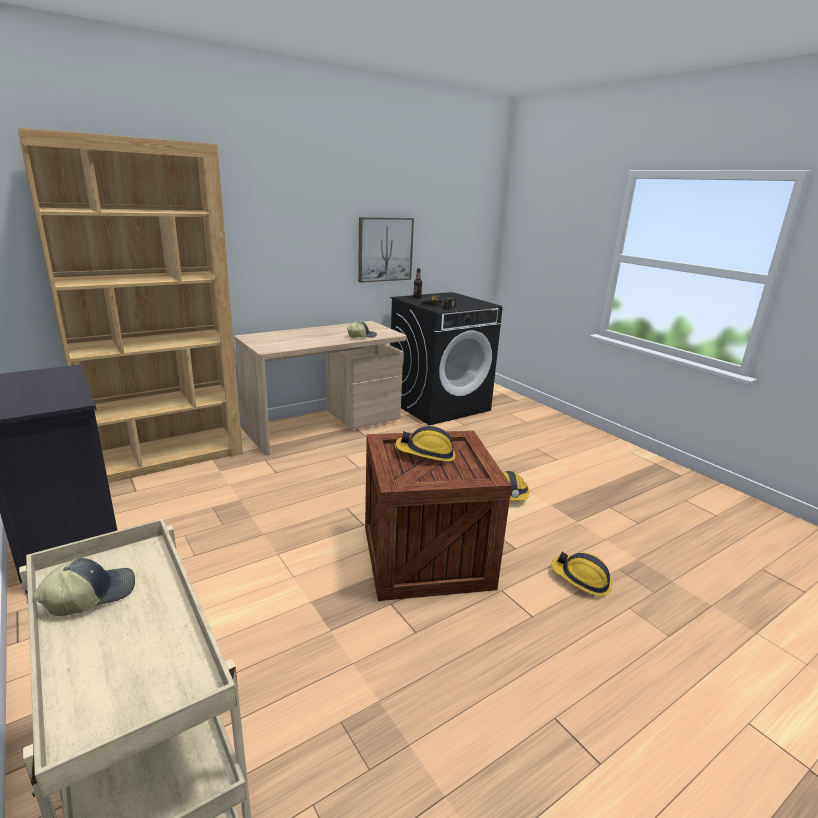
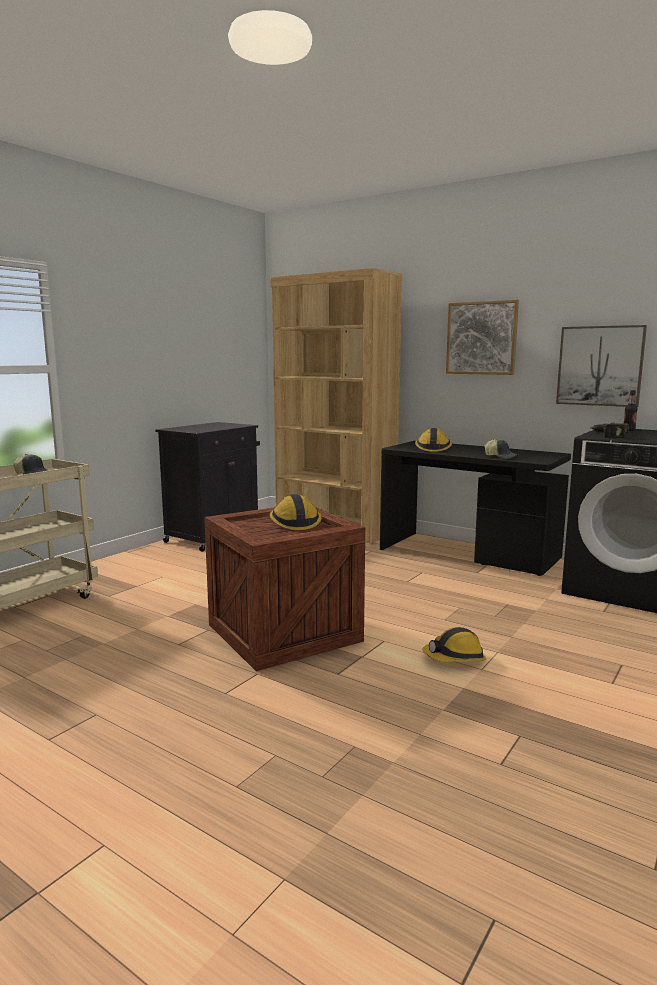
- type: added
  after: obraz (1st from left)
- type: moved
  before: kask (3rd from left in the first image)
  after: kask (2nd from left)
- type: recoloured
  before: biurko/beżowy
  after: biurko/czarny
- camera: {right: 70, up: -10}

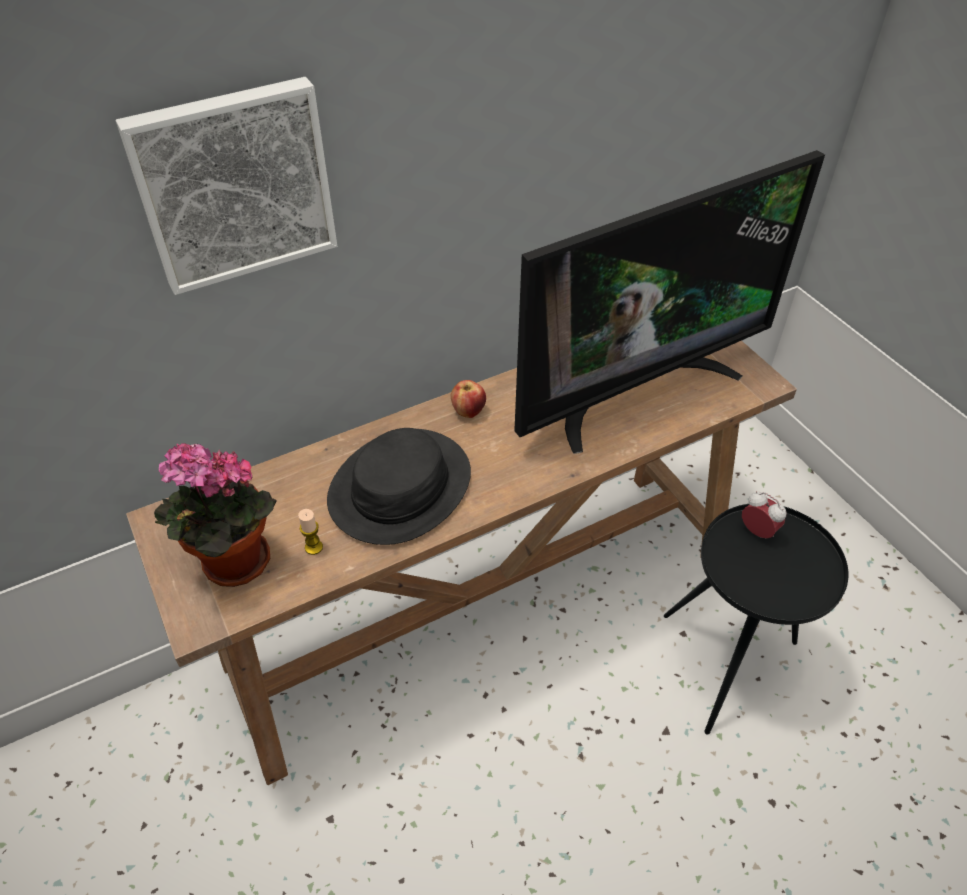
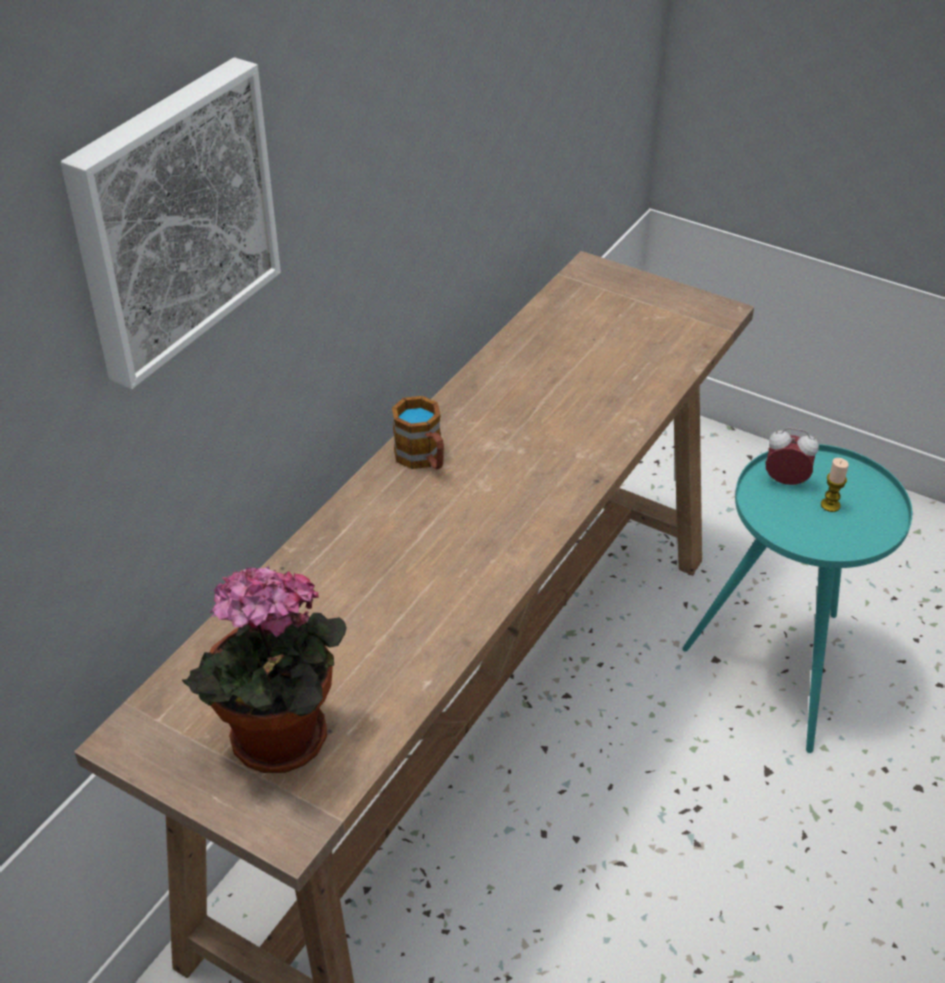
- type: removed
  before: kapelusz/czarny
- type: removed
  before: telewizor
- type: moved
  before: świeca
- type: replaced
  before: jabłko
  after: kubek
- type: recoloured
  before: stolik/czarny
  after: stolik/turkusowy
- camera: {right: -30, up: -5}

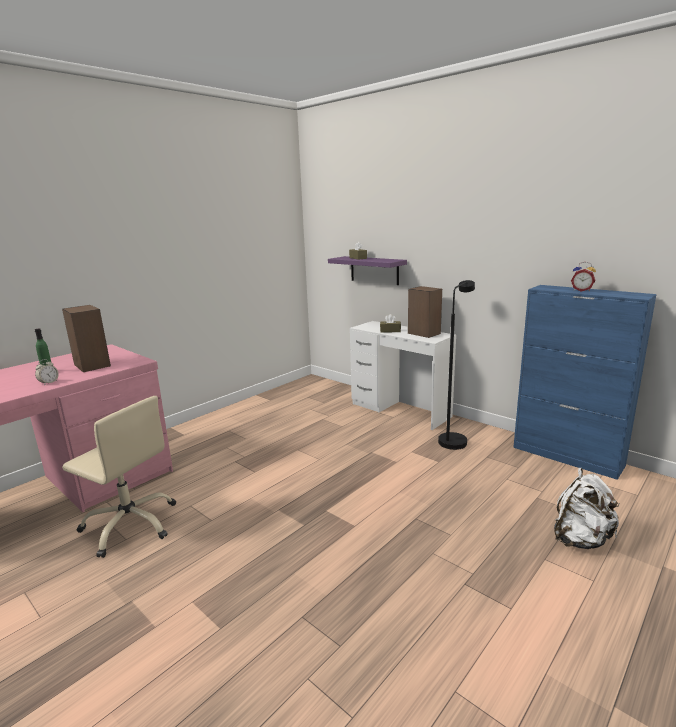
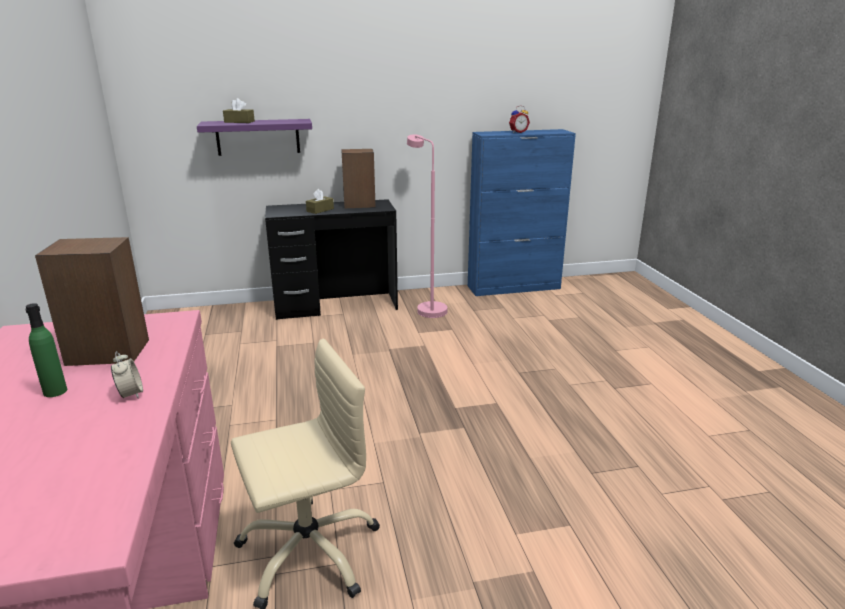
- type: removed
  before: plecak/biały
- type: recoloured
  before: biurko/biały
  after: biurko/czarny
- type: recoloured
  before: lampa stojąca/czarny
  after: lampa stojąca/różowy
- camera: {right: -55, up: 5}

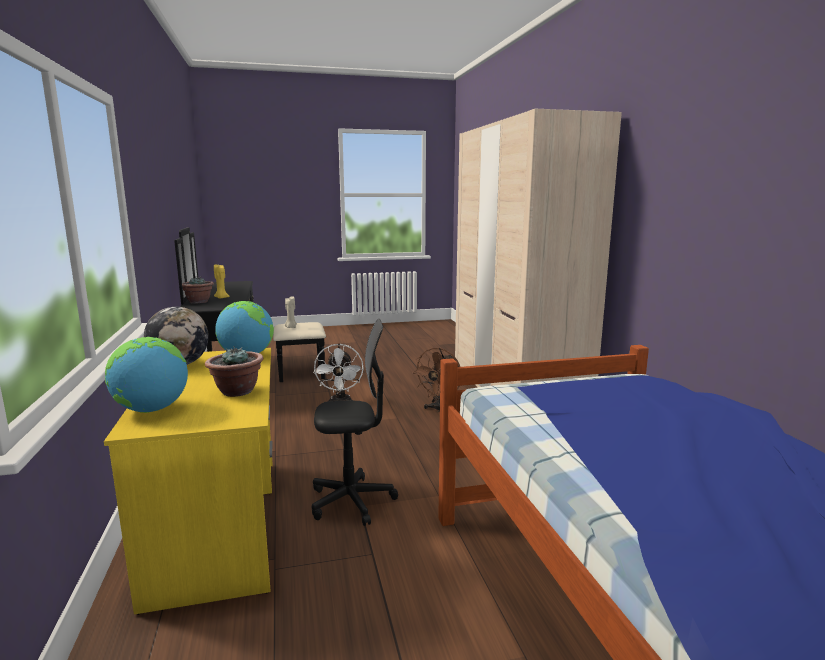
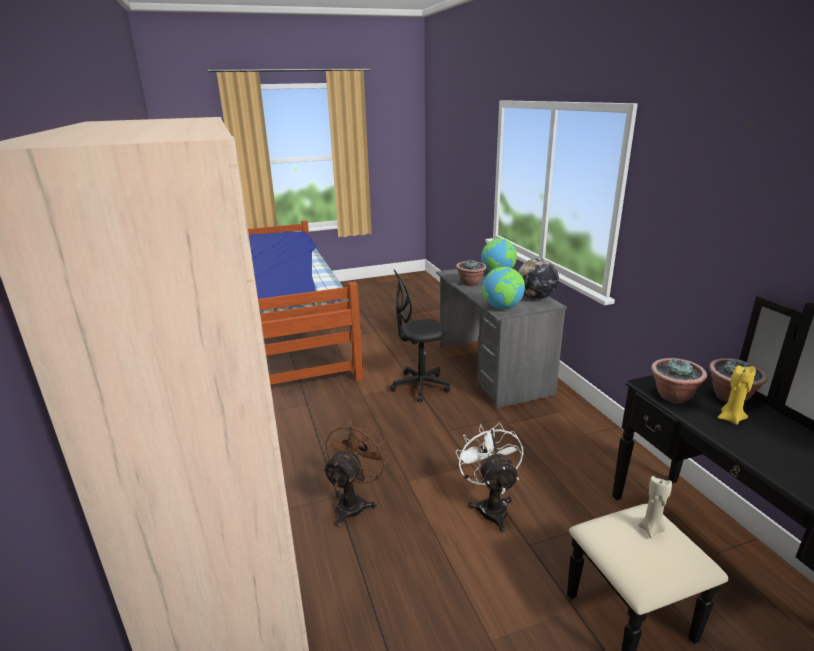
- type: added
  after: roślina doniczkowa (2nd from left)
- type: recoloured
  before: biurko/żółty
  after: biurko/szary
- camera: {right: 175, up: 10}

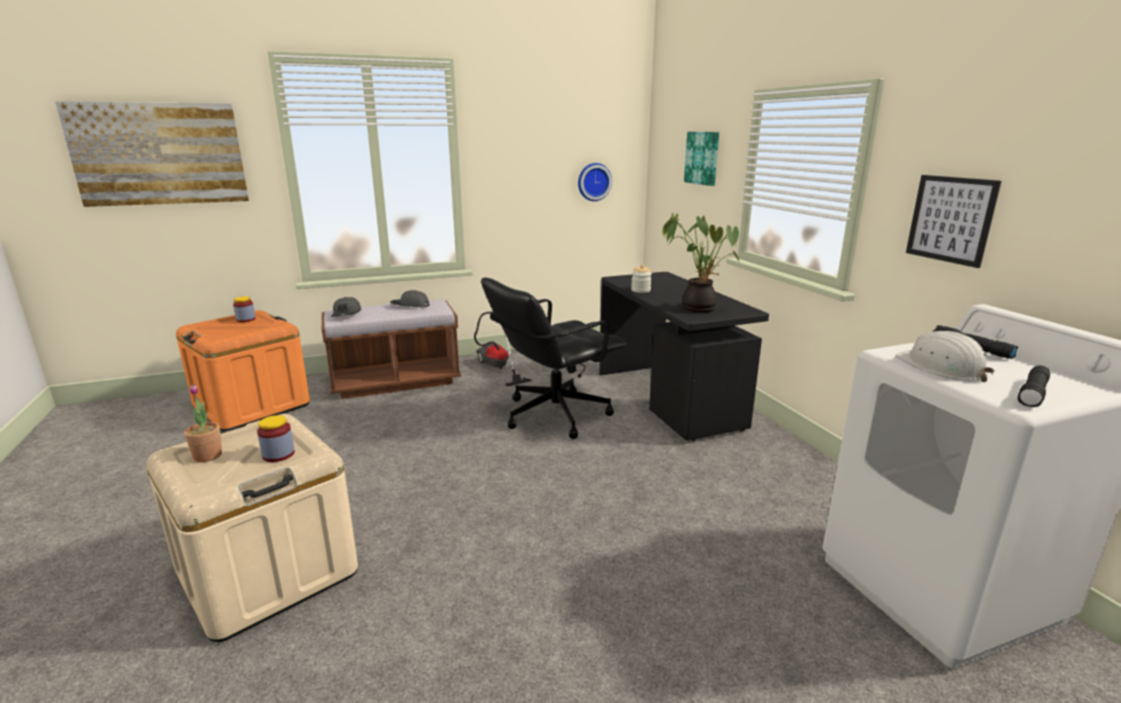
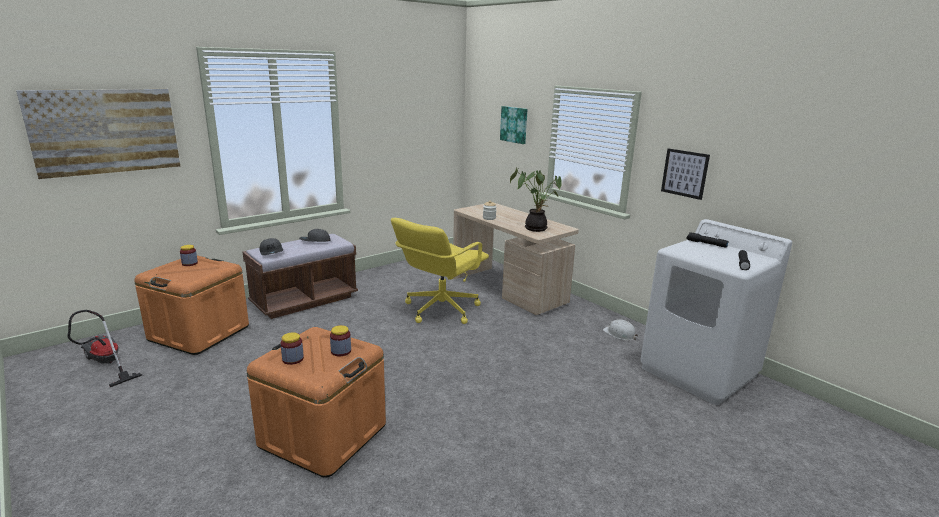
- type: removed
  before: zegar ścienny
- type: moved
  before: odkurzacz
- type: moved
  before: kask/biały
- type: replaced
  before: roślina doniczkowa (1st from left)
  after: słoik (2nd from left)
- type: recoloured
  before: pojemnik do przechowywania/beżowy
  after: pojemnik do przechowywania/pomarańczowy (2nd from left)
- type: recoloured
  before: krzesło biurowe/czarny
  after: krzesło biurowe/żółty
- type: recoloured
  before: biurko/czarny
  after: biurko/beżowy
- camera: {right: -20, up: 0}

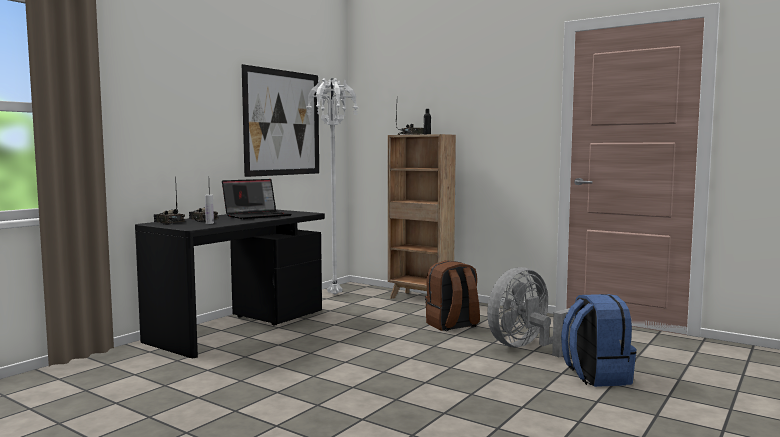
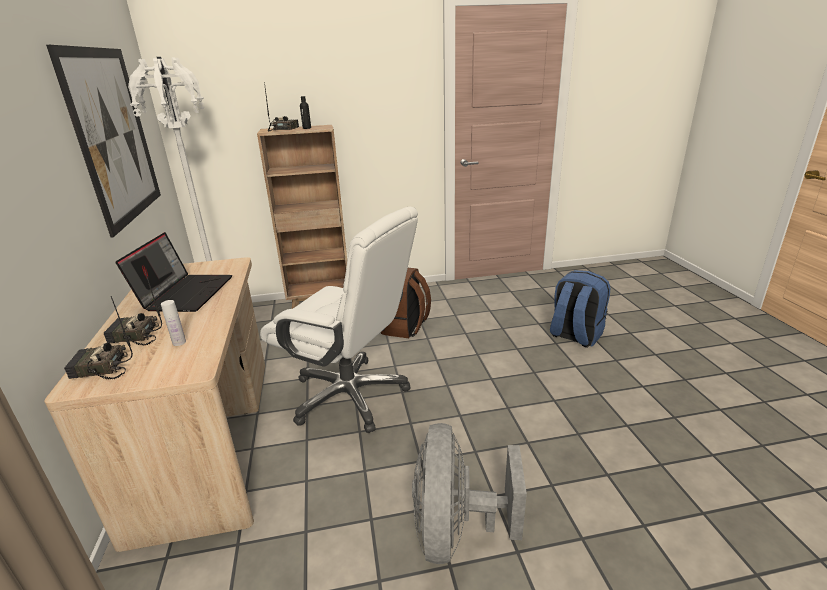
- type: added
  after: krzesło biurowe/biały
- type: moved
  before: wentylator/szary
- type: recoloured
  before: biurko/czarny
  after: biurko/beżowy
- camera: {right: -45, up: 20}

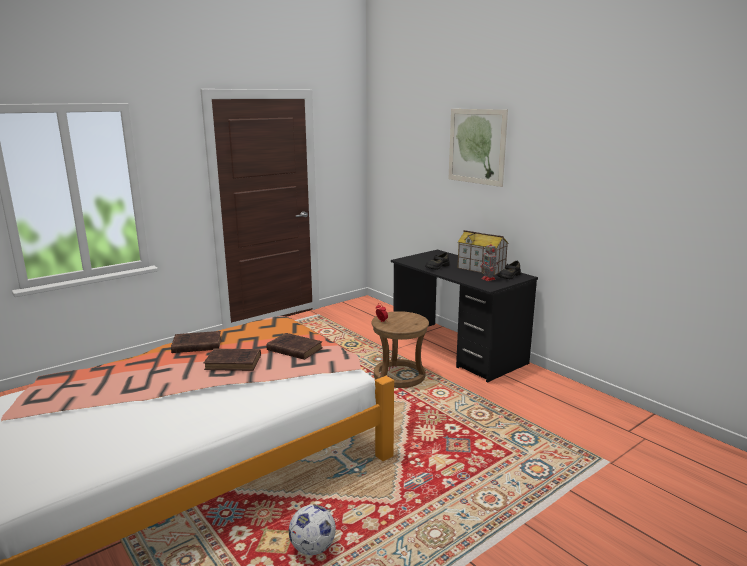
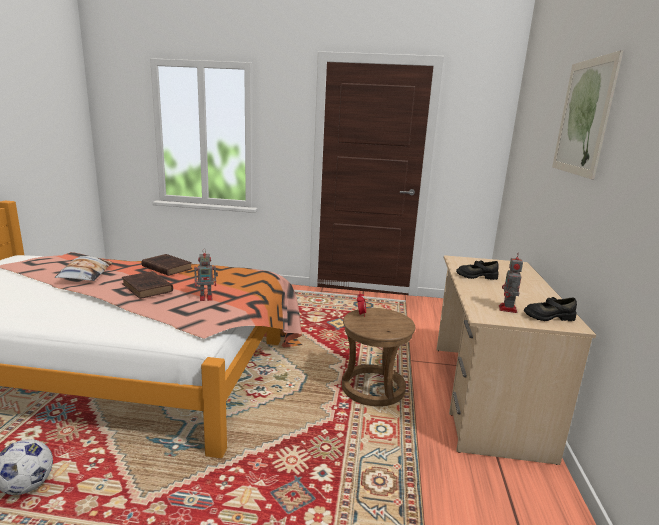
- type: removed
  before: domek
- type: added
  after: poduszka
- type: replaced
  before: książka/brązowy (3rd from left)
  after: robot zabawkowy (1st from left)
- type: recoloured
  before: biurko/czarny
  after: biurko/beżowy
- camera: {right: 45, up: 0}

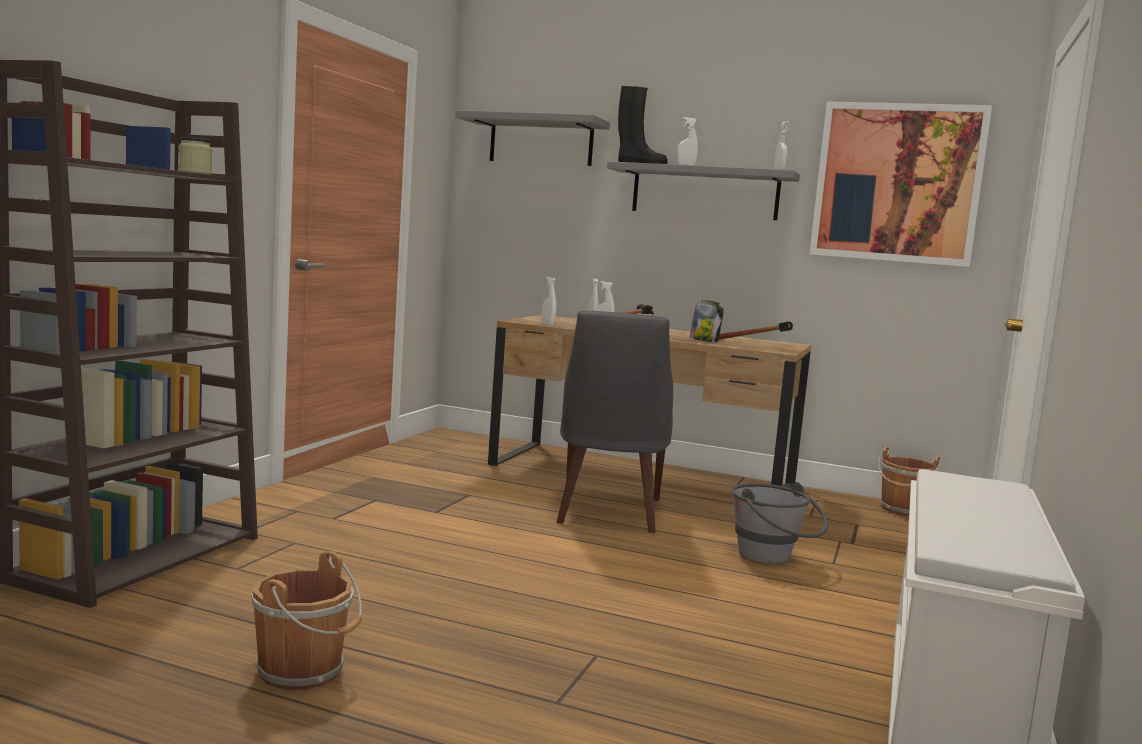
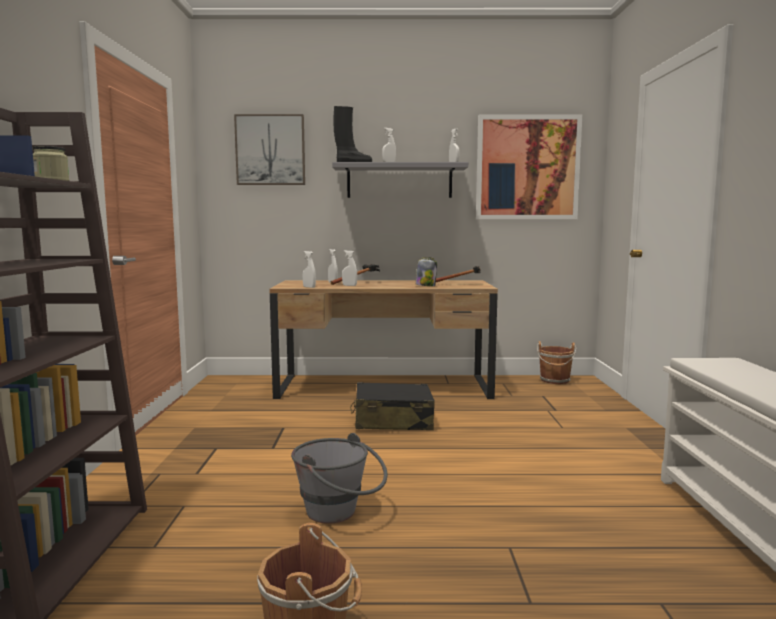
- type: moved
  before: wiadro/szary
- type: replaced
  before: półka/szary (1st from left)
  after: obraz (1st from left)
- type: replaced
  before: krzesło/szary
  after: walizka/czarny
- camera: {right: -20, up: 0}

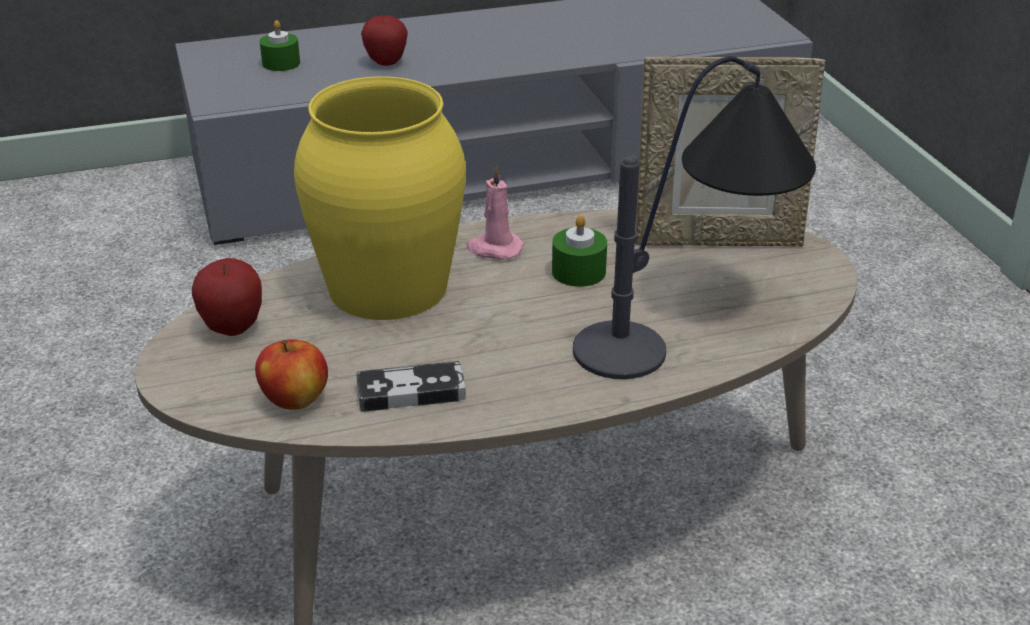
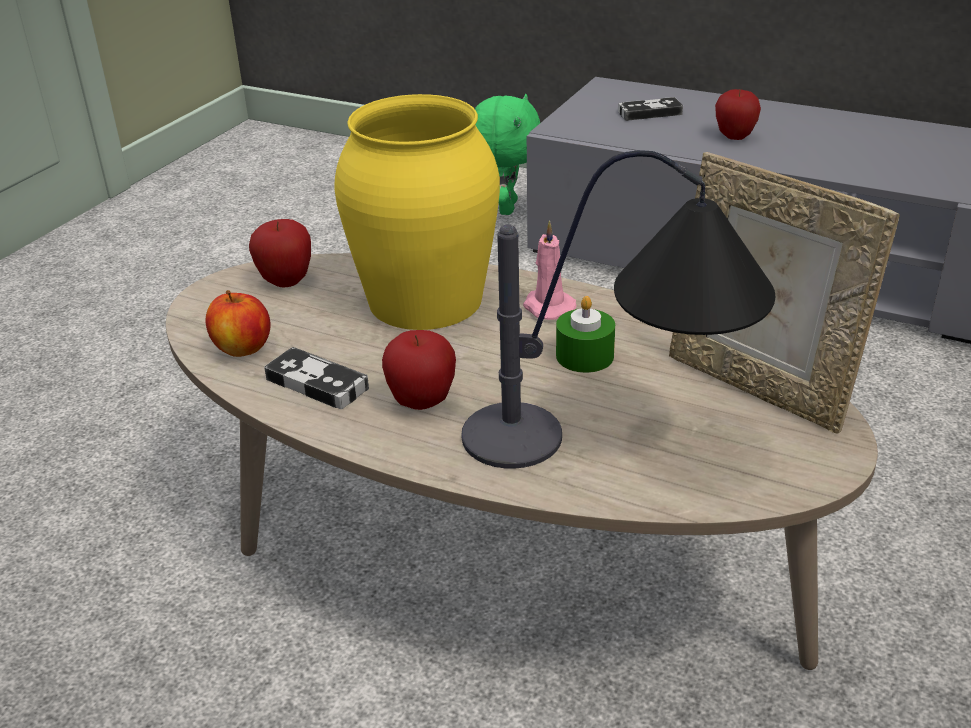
- type: added
  after: jabłko (3rd from left)
- type: added
  after: pluszak/zielony
- type: replaced
  before: świeca/zielony (1st from left)
  after: pad do gier (2nd from left)
- camera: {right: 45, up: 0}

